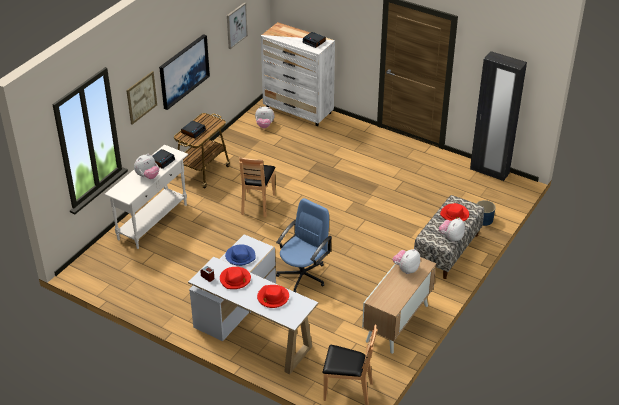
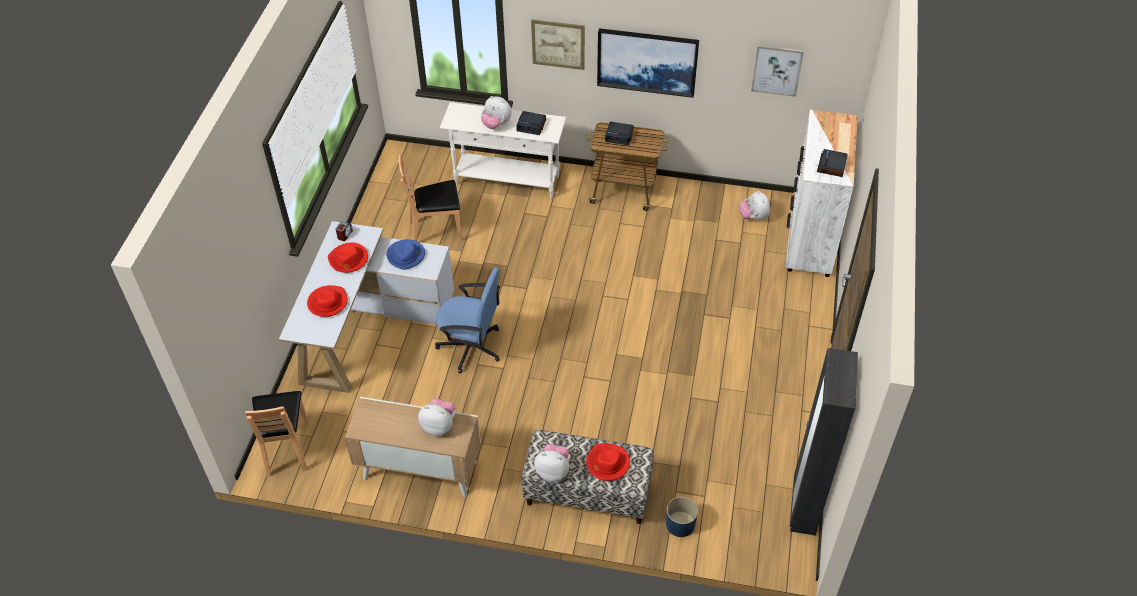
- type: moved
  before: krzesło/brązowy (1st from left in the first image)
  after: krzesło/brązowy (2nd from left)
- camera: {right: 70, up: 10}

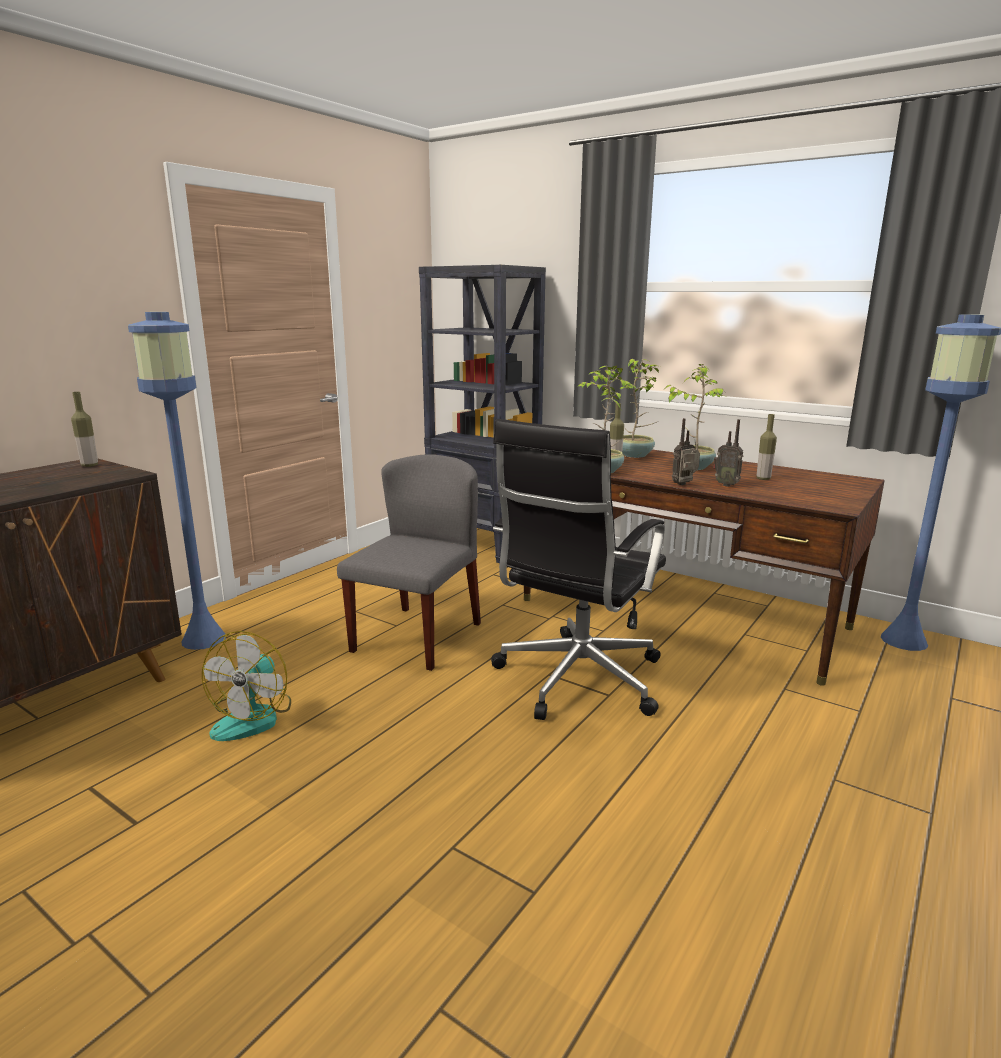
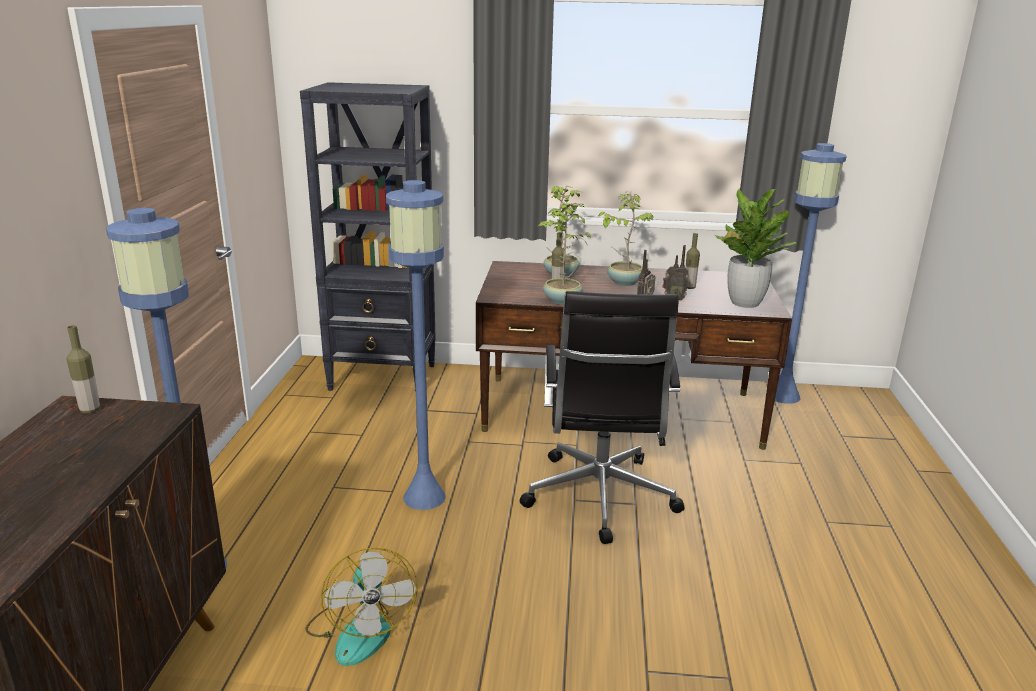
- type: added
  after: roślina doniczkowa (4th from left)
- type: replaced
  before: krzesło/szary
  after: lampa stojąca/niebieski (2nd from left)
- camera: {right: -30, up: 5}

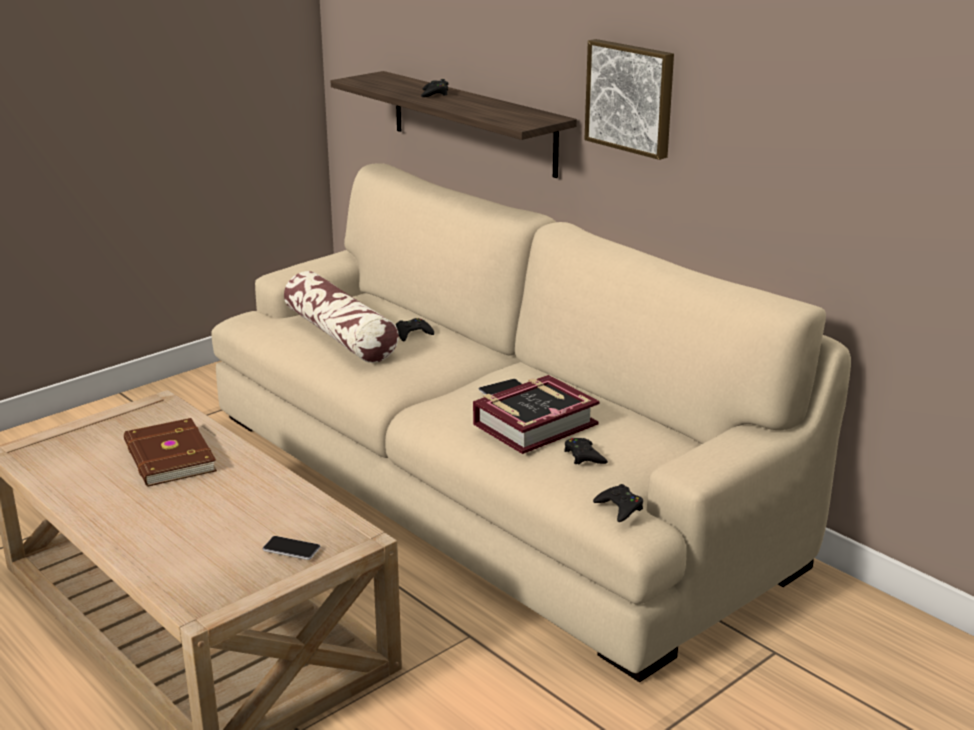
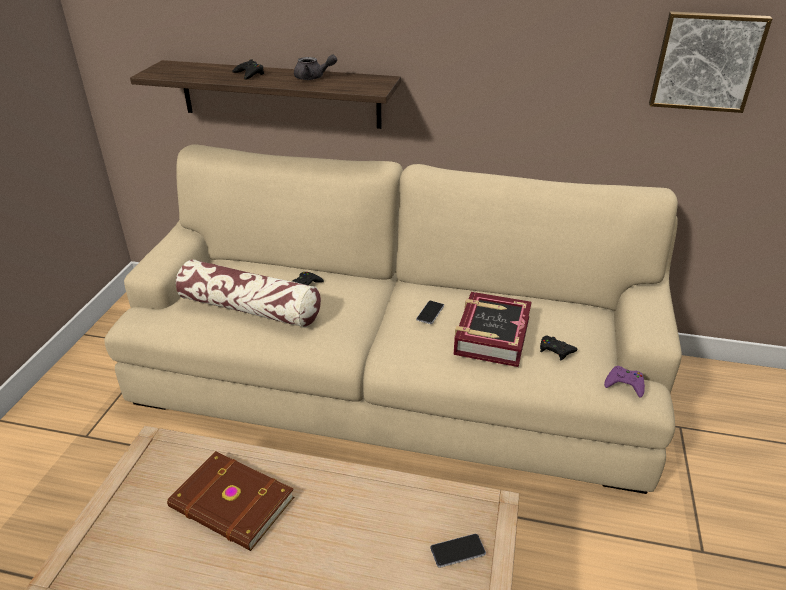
- type: added
  after: imbryk/szary
- type: moved
  before: obraz
- type: recoloured
  before: pad do gier/czarny (4th from left)
  after: pad do gier/fioletowy
- camera: {right: -35, up: 10}

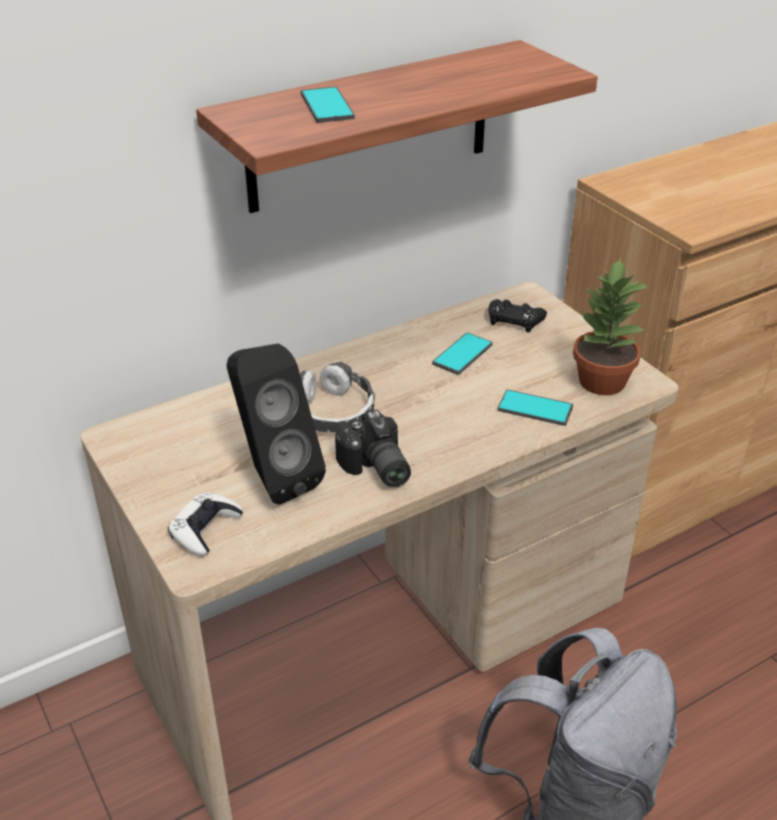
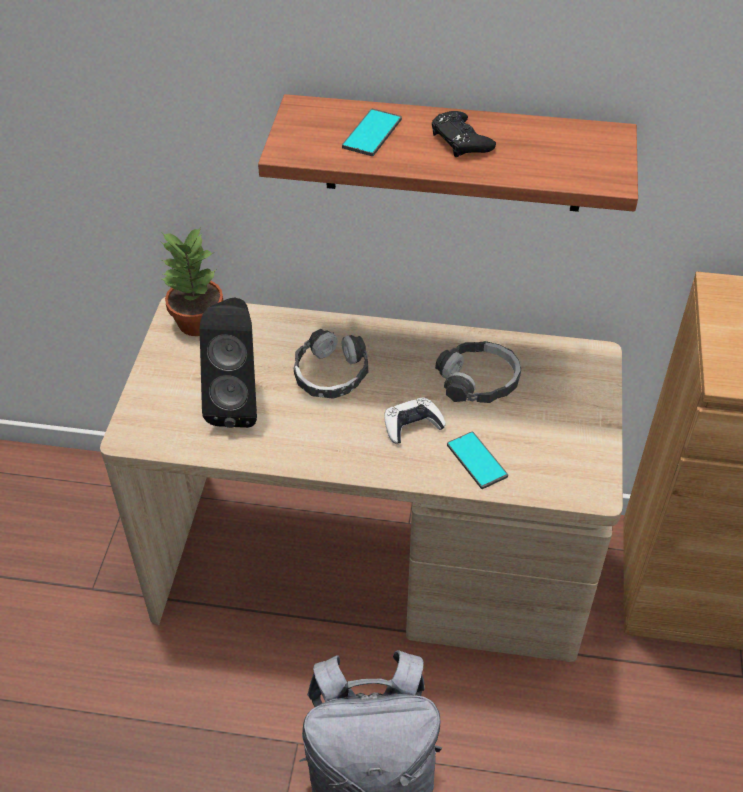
- type: removed
  before: aparat fotograficzny
- type: moved
  before: pad do gier/biały
- type: moved
  before: pad do gier/czarny
- type: moved
  before: roślina doniczkowa
- type: replaced
  before: telefon (2nd from left)
  after: słuchawki (2nd from left)
- camera: {right: 40, up: 10}

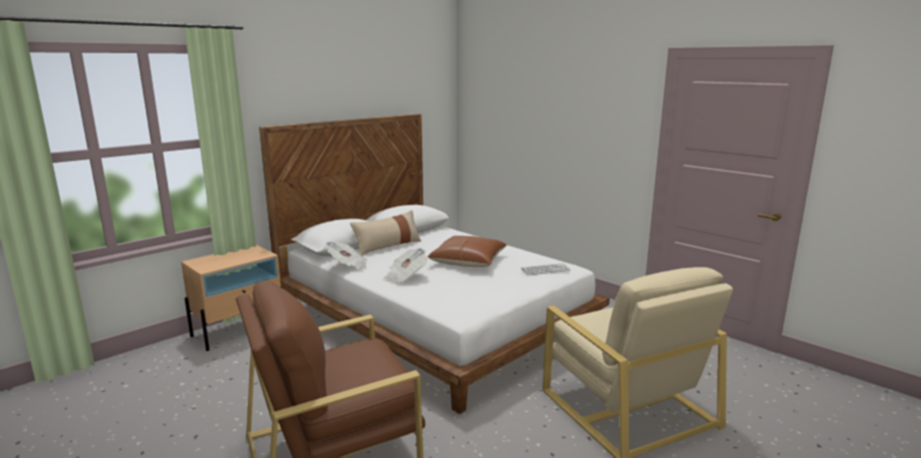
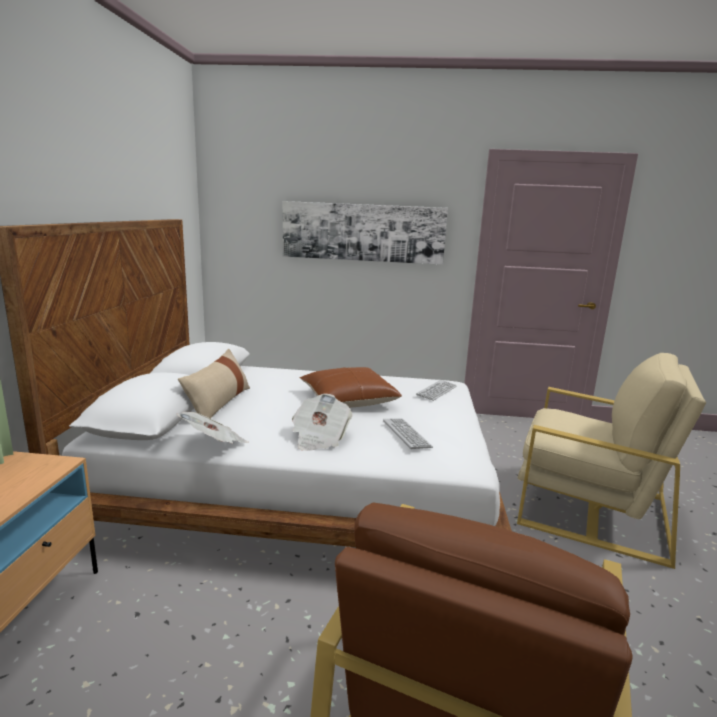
- type: added
  after: obraz
- type: added
  after: klawiatura (1st from left)
- camera: {right: -40, up: 0}

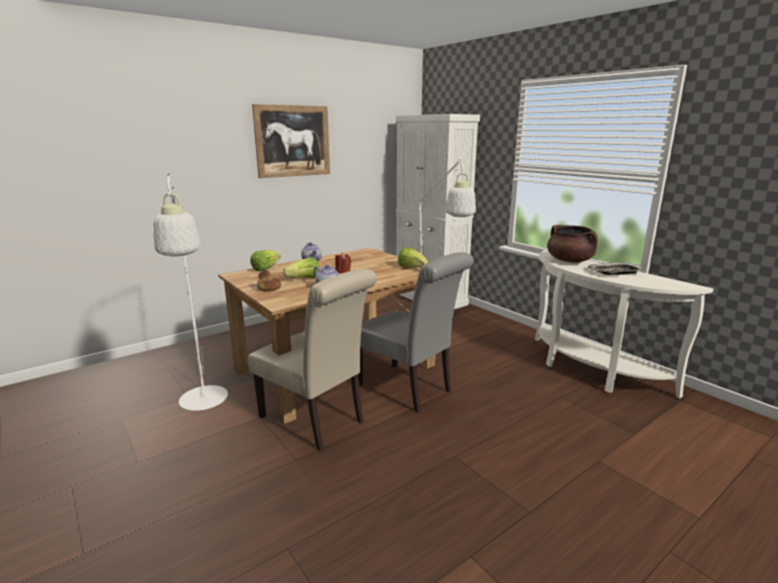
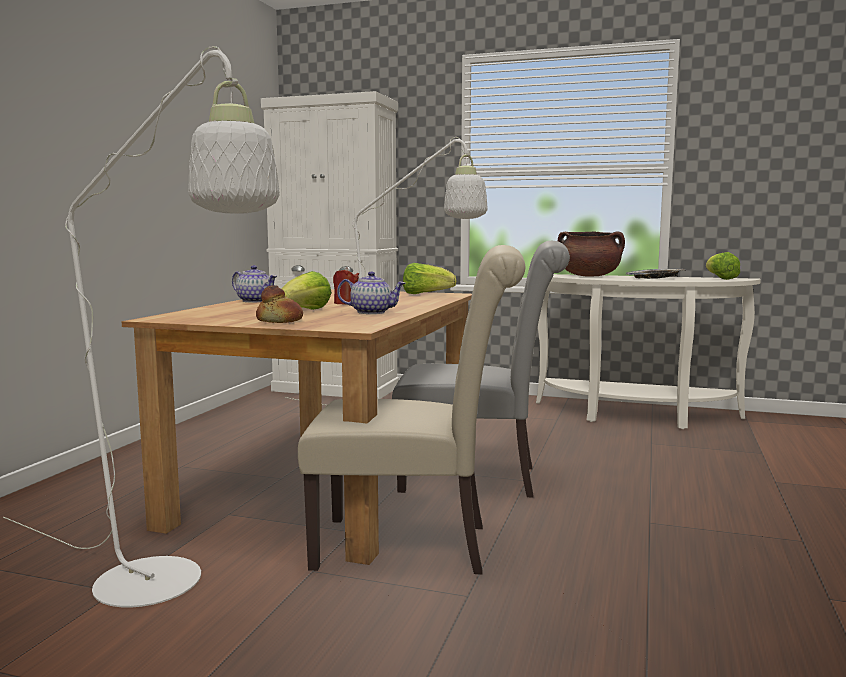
- type: removed
  before: obraz
- type: moved
  before: sałata (1st from left in the first image)
  after: sałata (3rd from left)
- camera: {right: -35, up: -10}

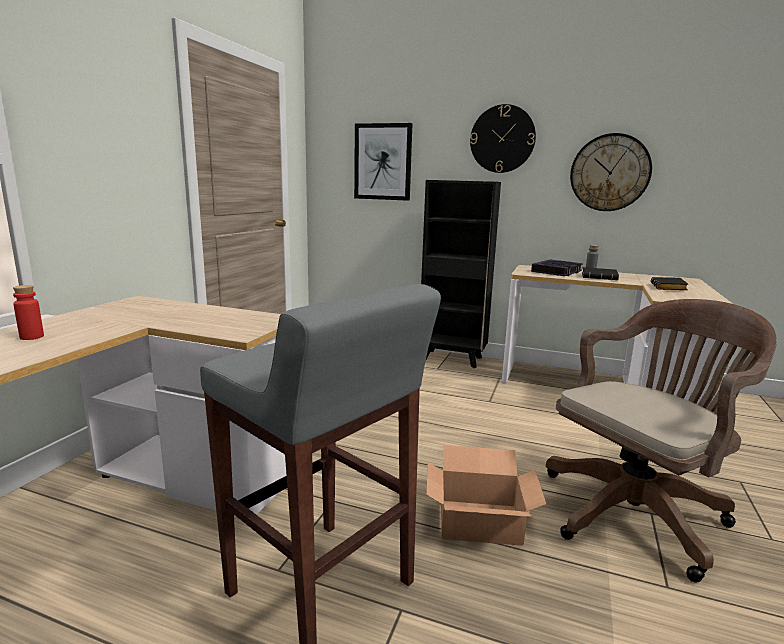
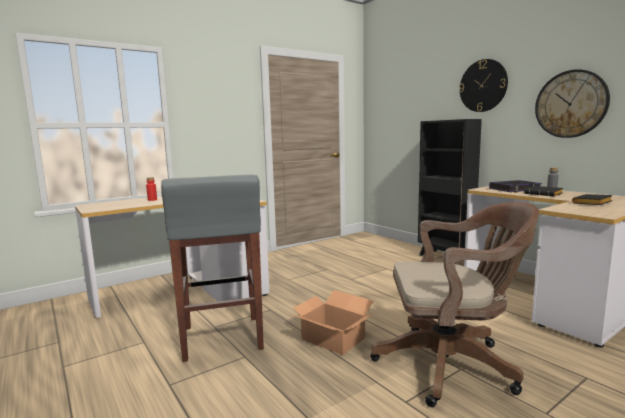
- type: removed
  before: obraz
- camera: {right: 35, up: -5}

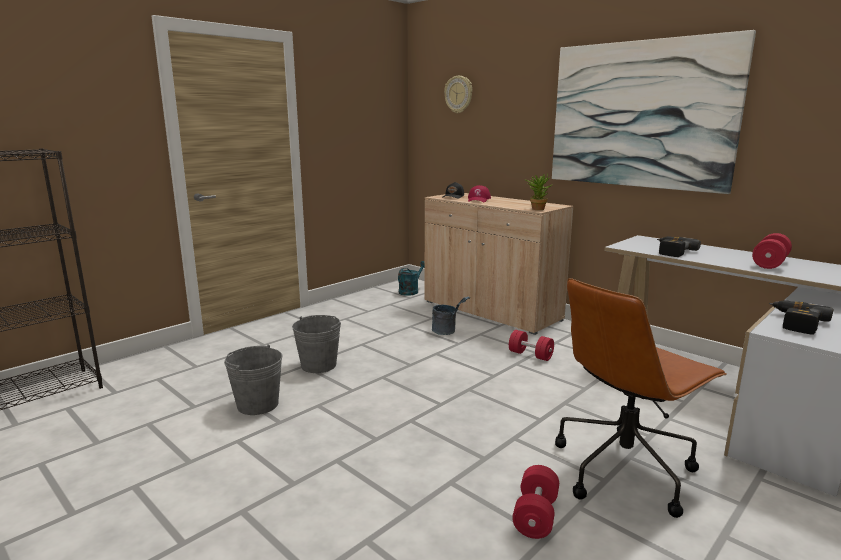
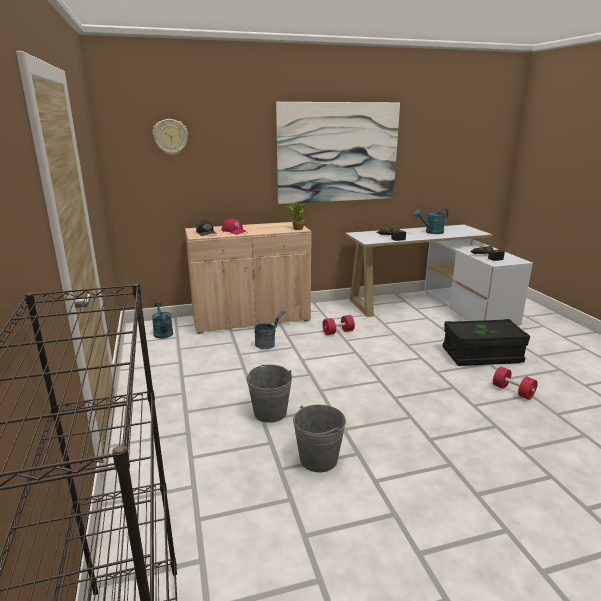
- type: replaced
  before: krzesło biurowe/brązowy
  after: pojemnik do przechowywania/czarny
- type: replaced
  before: hantel/czerwony (3rd from left)
  after: konewka/turkusowy (2nd from left)
- camera: {right: -60, up: 5}

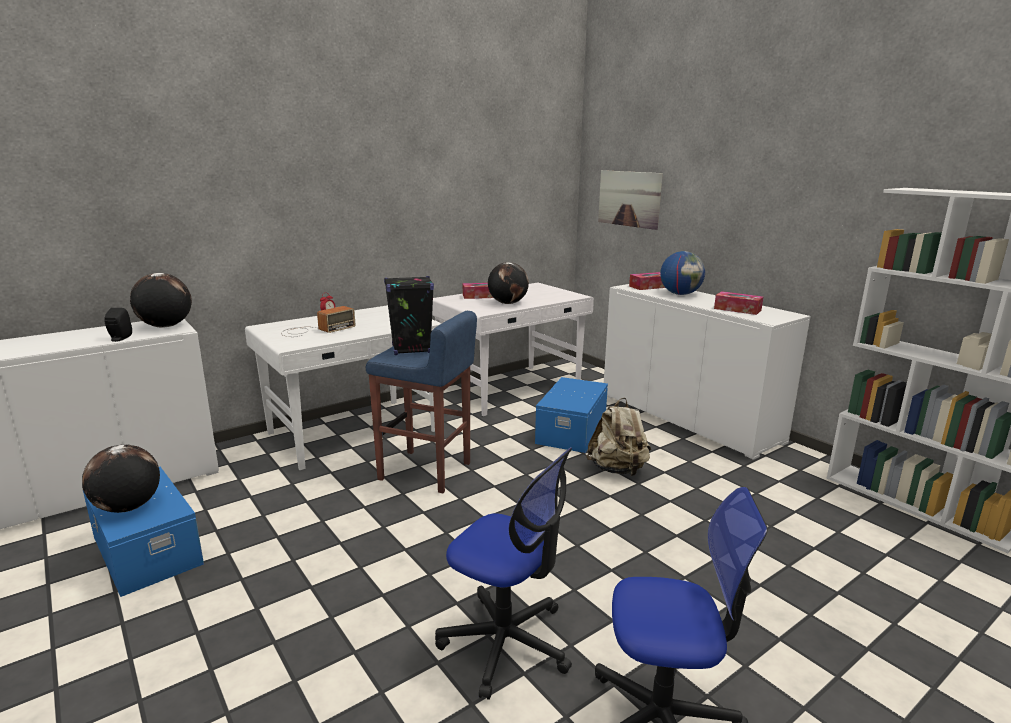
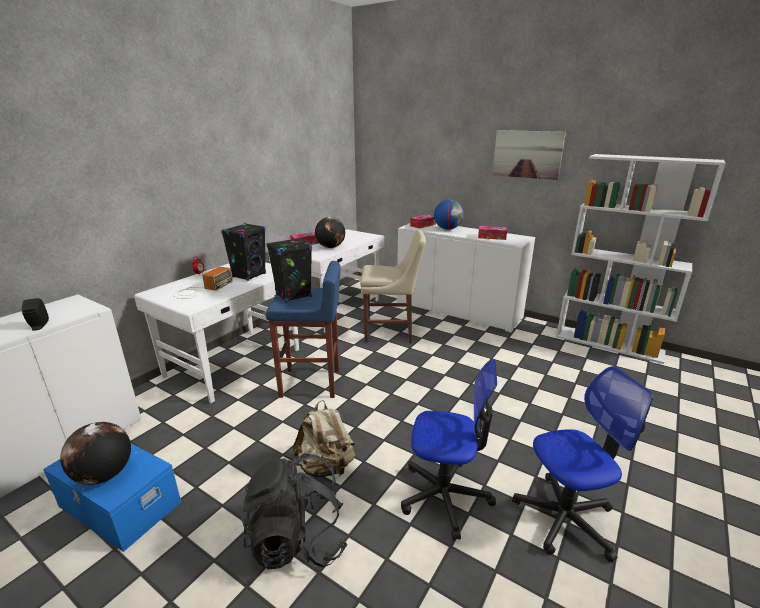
- type: removed
  before: globus (2nd from left)
- type: added
  after: głośnik/czarny (2nd from left)
- type: added
  after: plecak/czarny
- type: moved
  before: plecak/beżowy
- type: moved
  before: obraz
- type: replaced
  before: pojemnik do przechowywania/niebieski (2nd from left)
  after: krzesło/beżowy
- camera: {right: -20, up: 5}

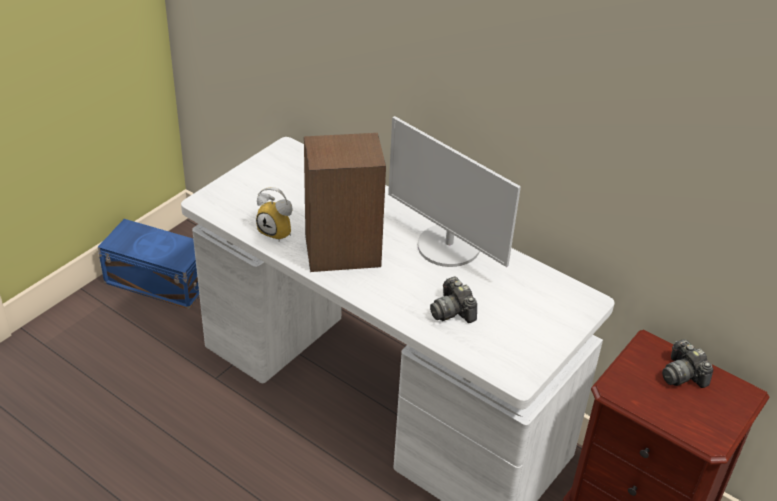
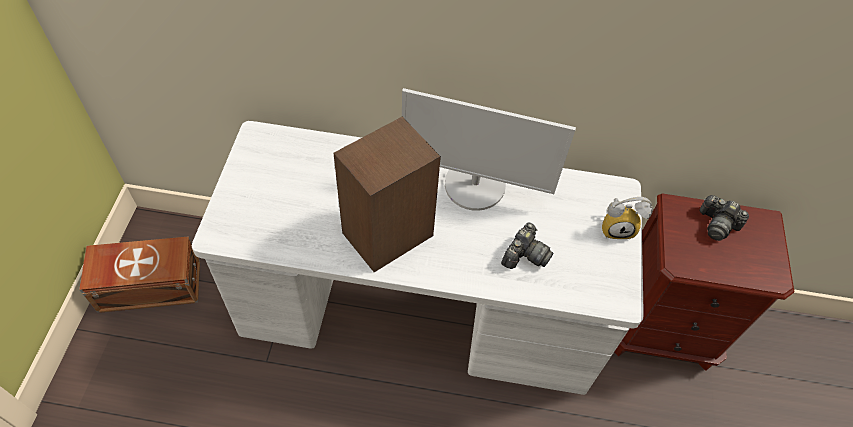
- type: moved
  before: budzik
- type: recoloured
  before: pojemnik do przechowywania/niebieski
  after: pojemnik do przechowywania/brązowy
- type: turned
  before: aparat fotograficzny (1st from left)
  turn: -90
- camera: {right: -30, up: 15}

